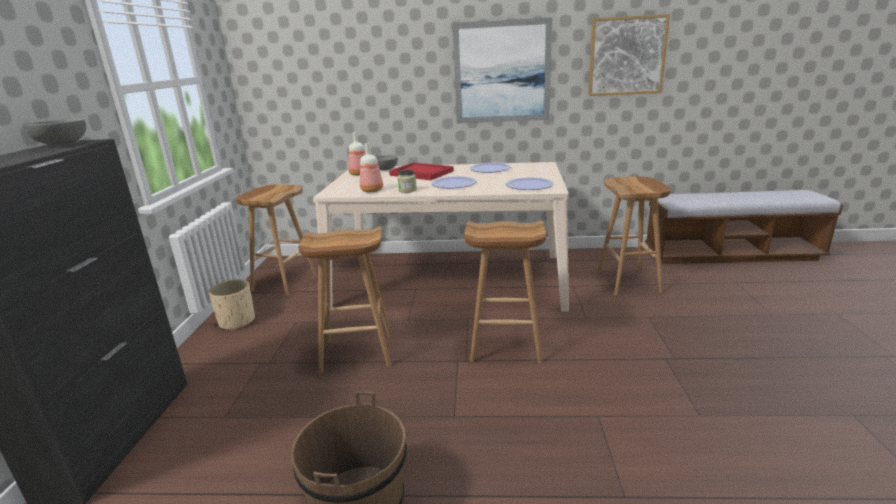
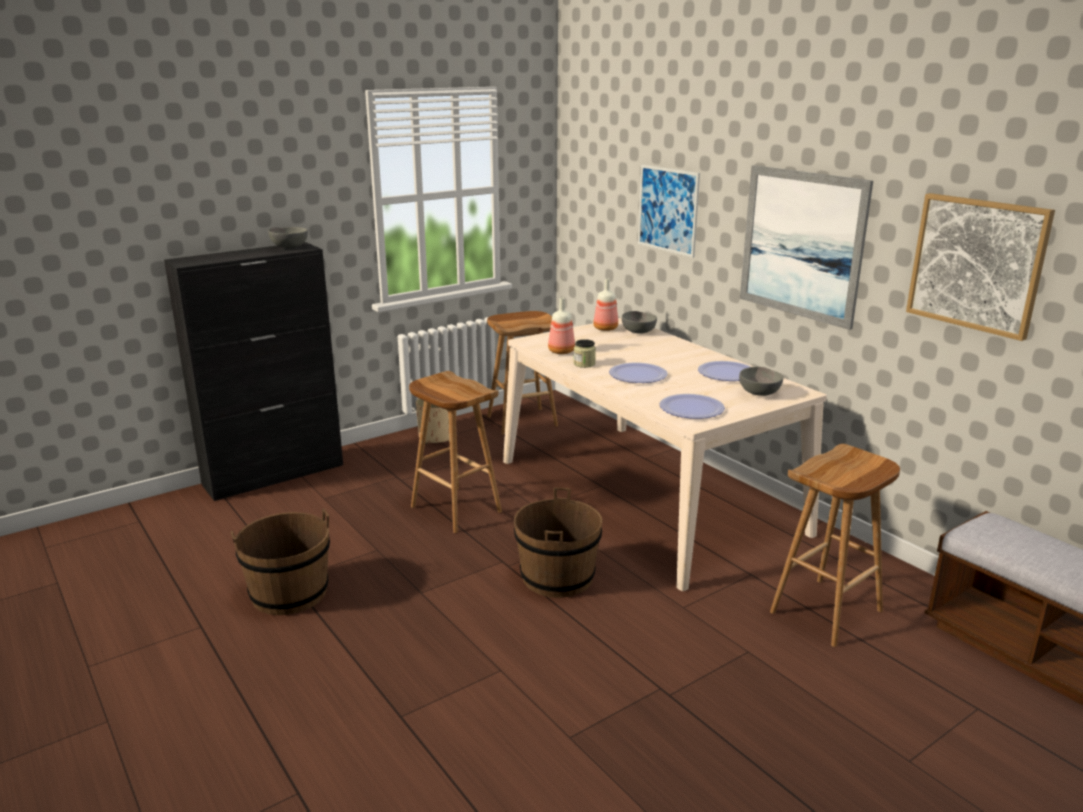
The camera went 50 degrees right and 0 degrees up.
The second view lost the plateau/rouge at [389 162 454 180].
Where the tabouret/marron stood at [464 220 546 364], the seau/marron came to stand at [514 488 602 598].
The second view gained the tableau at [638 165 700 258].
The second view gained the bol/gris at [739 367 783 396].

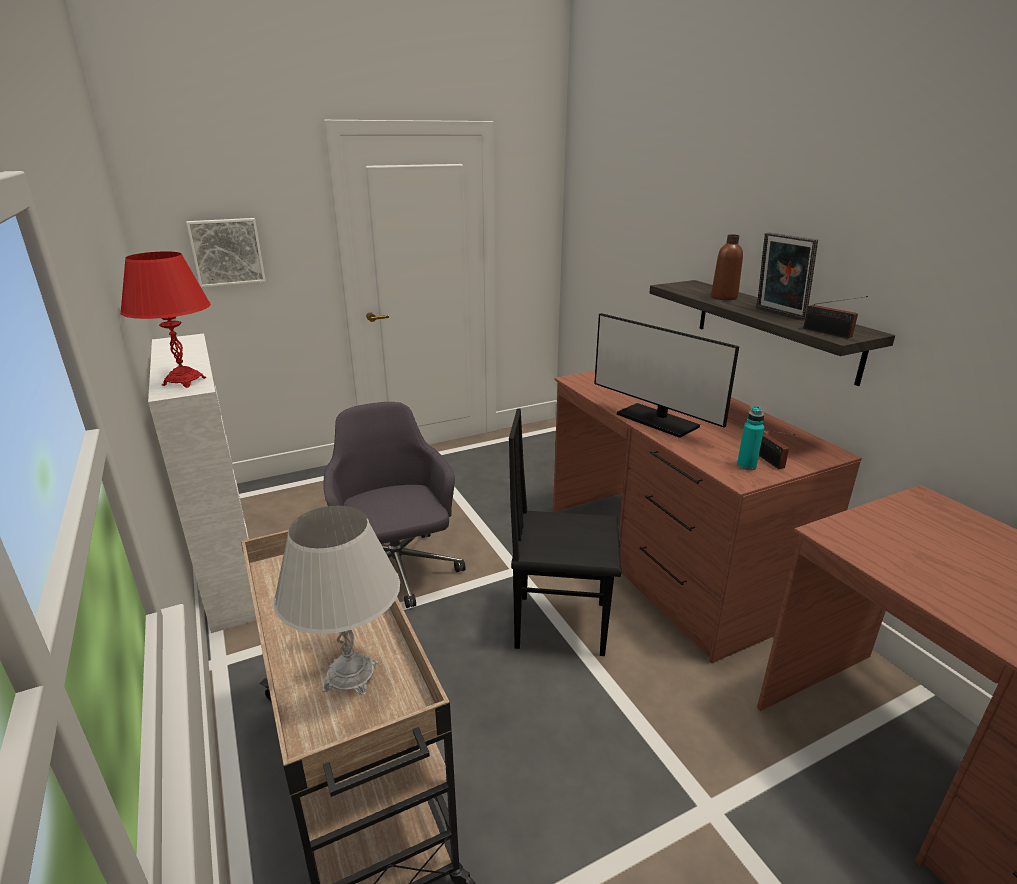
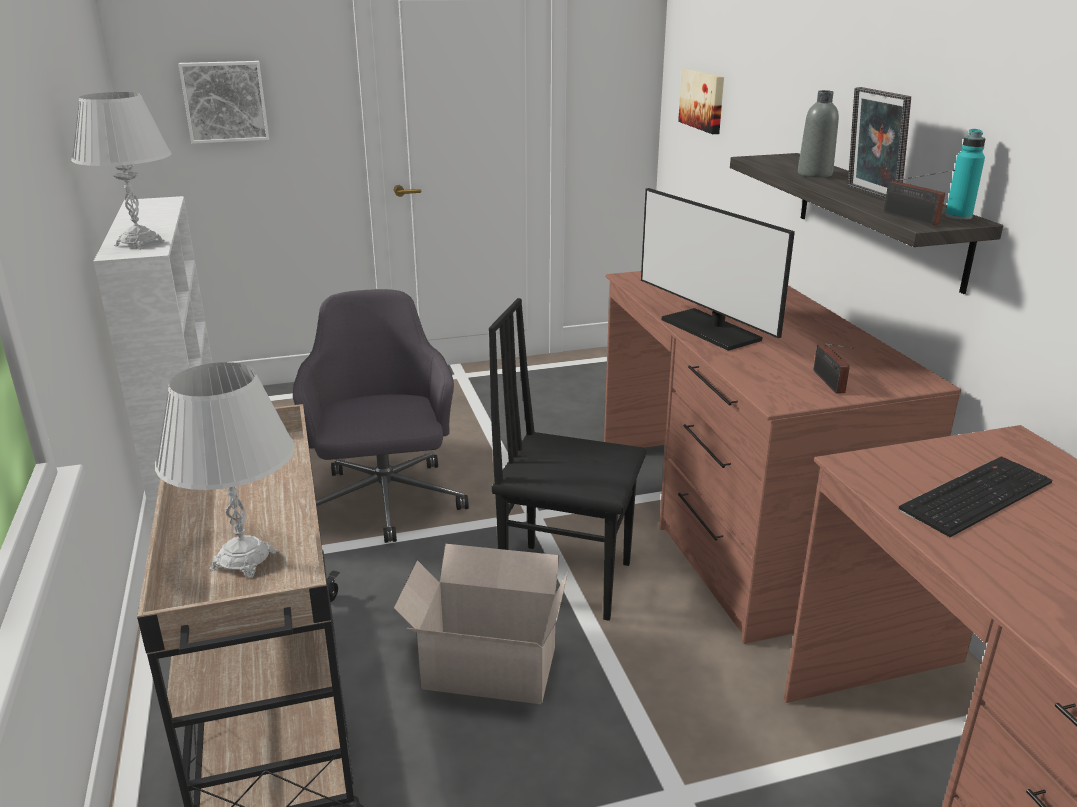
The camera went 10 degrees right and 0 degrees up.
What was the lampe de table/rouge at [120 251 211 388] turned into the lampe de table/blanc at [71 92 172 250].
What was the bouteille/marron at [711 234 743 300] turned into the bouteille/gris at [798 90 839 178].
The bouteille/turquoise ended up elsewhere, having gone from [737 406 764 470] to [945 129 985 220].
The second view gained the carton at [394 544 568 704].
The second view gained the tableau at [678 68 724 134].
The second view gained the clavier at [898 456 1052 537].

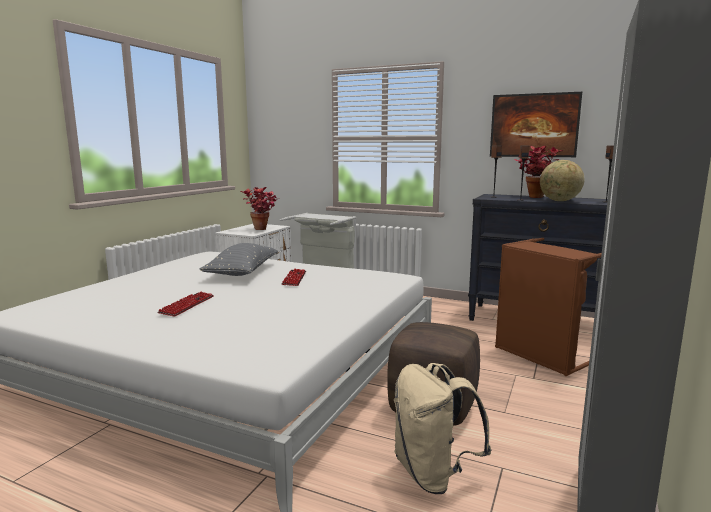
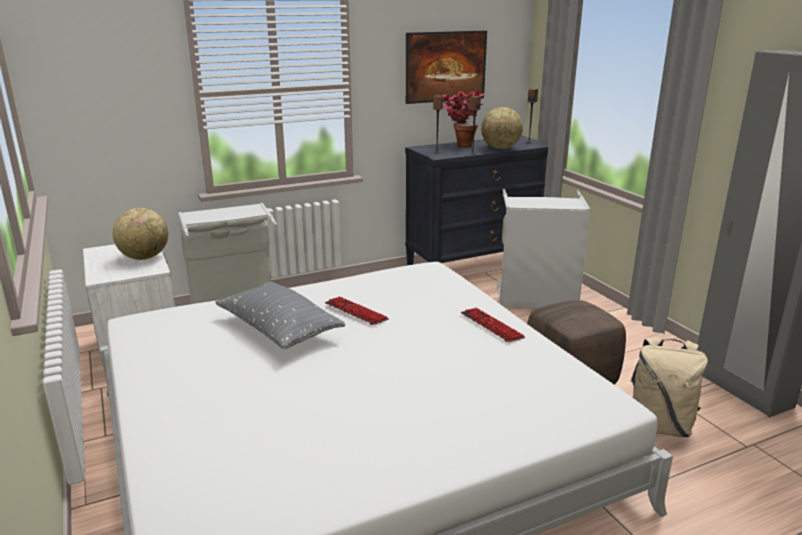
The camera went 50 degrees left and 10 degrees up.
The clavier ended up elsewhere, having gone from [157 292 214 317] to [461 308 525 342].
Where the plante en pot stood at [240 187 277 230], the globe came to stand at [113 208 168 260].
What was the panier à linge/marron at [495 238 602 376] turned into the panier à linge/gris at [497 189 591 308].

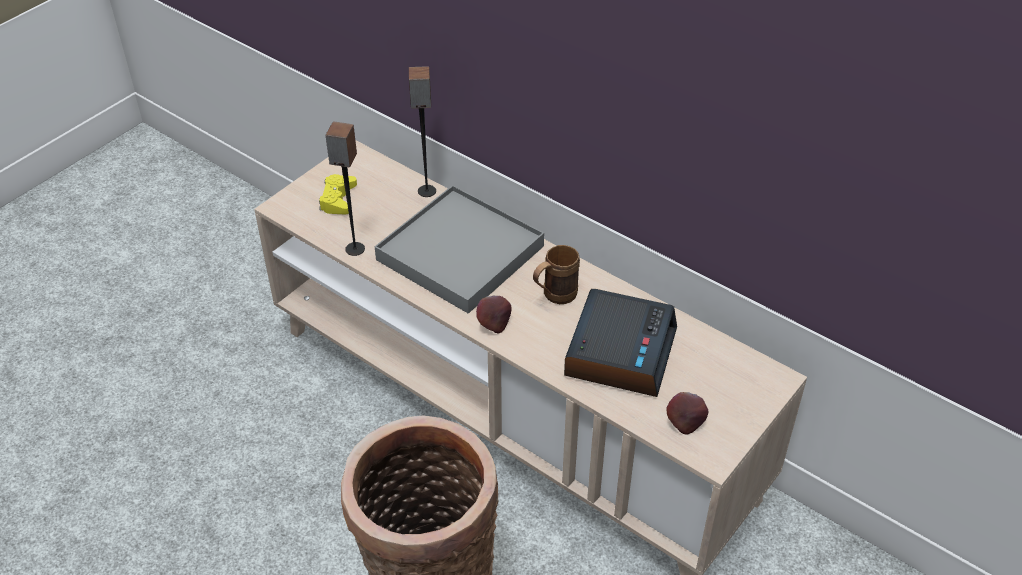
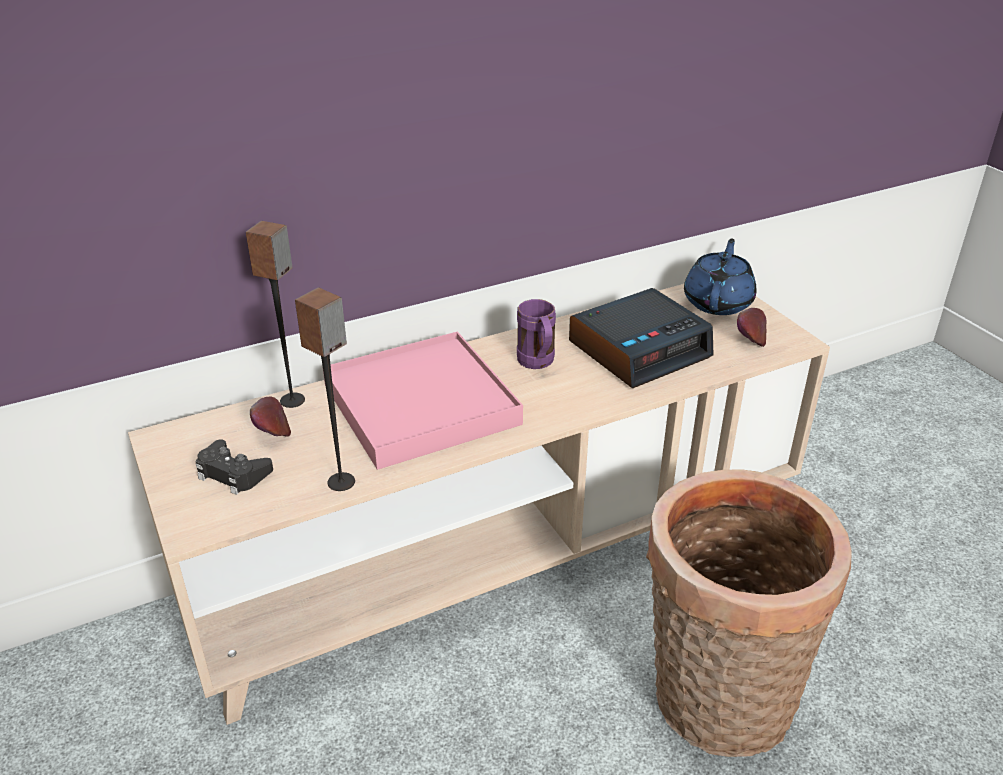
The camera went 65 degrees left and 10 degrees down.
What was the manette/jaune at [319 174 357 214] turned into the manette/noir at [195 439 273 495].
What was the plateau/gris at [375 185 544 314] turned into the plateau/rose at [323 331 523 470].
The pomme ended up elsewhere, having gone from [476 296 512 333] to [250 397 291 436].
What was the mug/marron at [533 245 580 304] turned into the mug/violet at [517 299 556 369].
The réveil at [564 289 677 397] ended up facing another way, 105 degrees clockwise from before.
The second view gained the théière/bleu at [684 239 757 315].

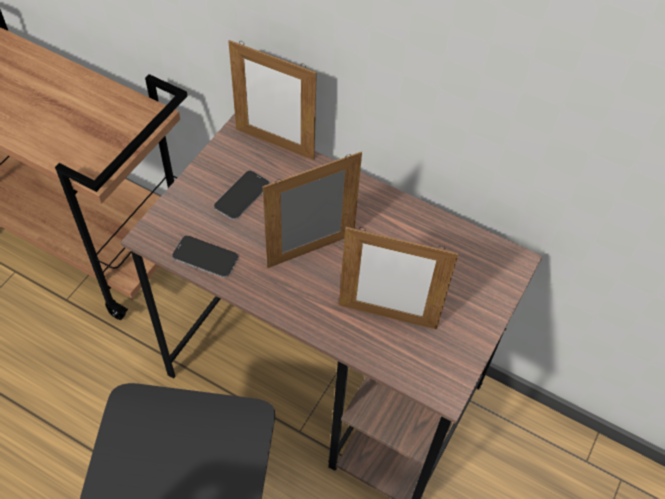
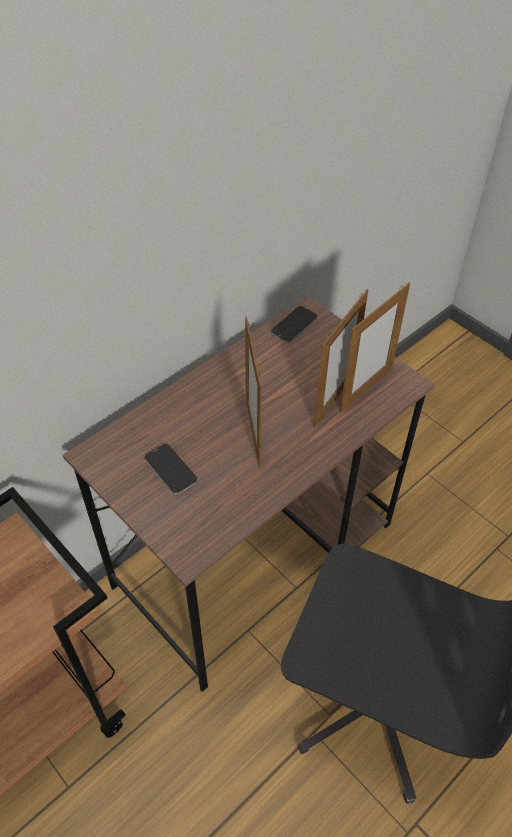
The camera went 70 degrees left and 5 degrees down.
The téléphone ended up elsewhere, having gone from [172 236 239 278] to [271 306 318 343].
The cadre photo ended up elsewhere, having gone from [228 40 317 160] to [340 283 410 412].

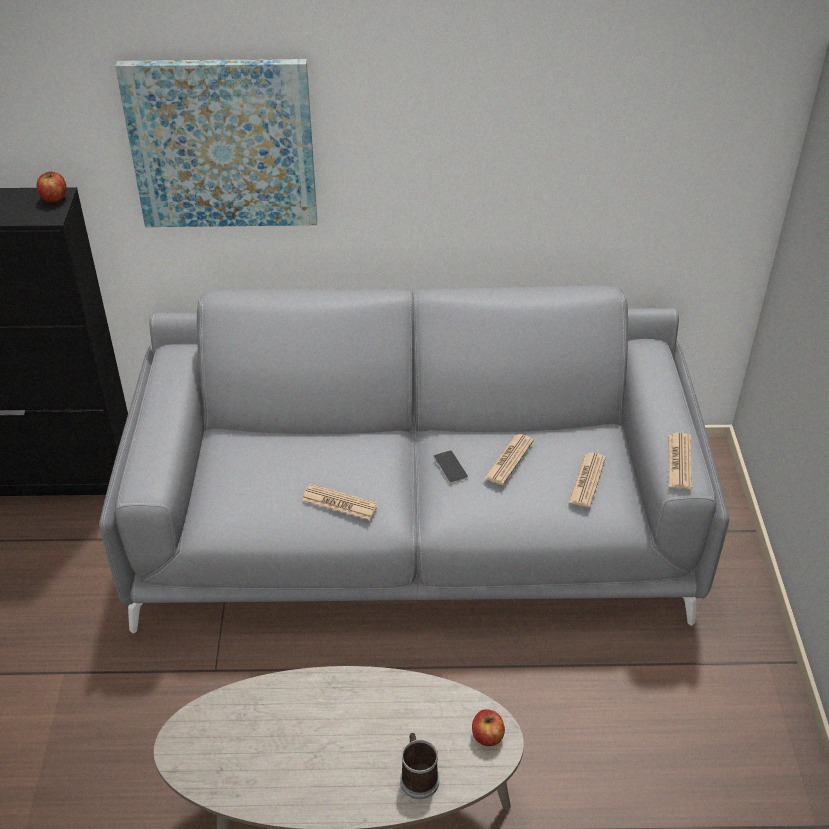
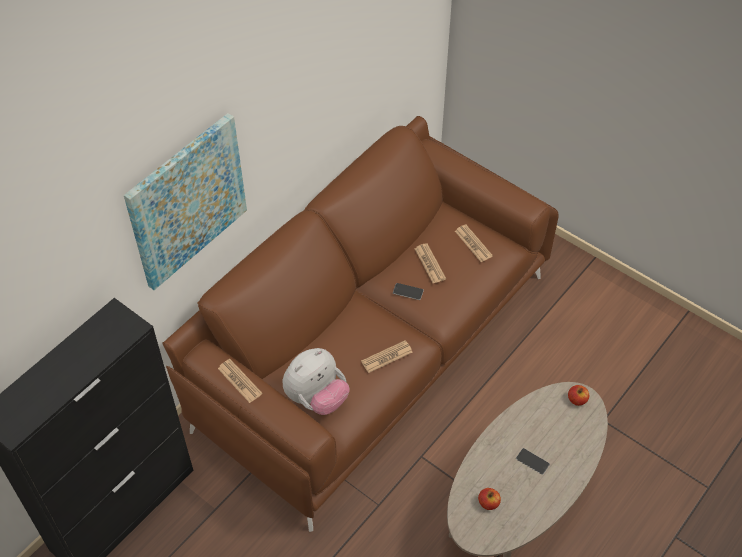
The camera went 50 degrees left and 10 degrees up.
The pomme ended up elsewhere, having gone from [37 172 67 203] to [478 488 501 510].
What was the canapé/gris at [99 285 729 634] turned into the canapé/marron at [162 116 559 532].
The second view lost the mug at [400 733 439 799].
The journal ended up elsewhere, having gone from [668 433 692 490] to [218 359 263 403].
The second view gained the peluche at [283 348 350 415].
The second view gained the téléphone at [516 448 550 475].

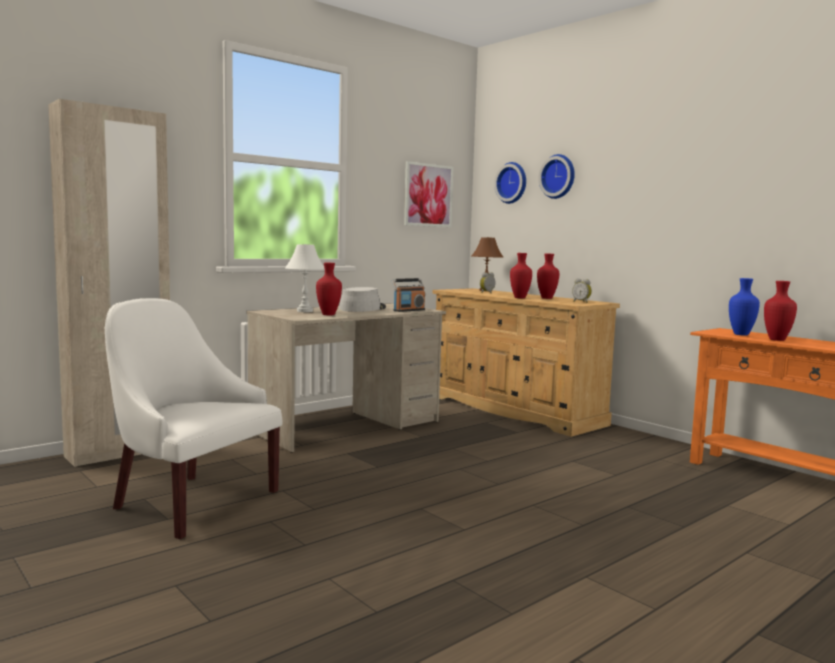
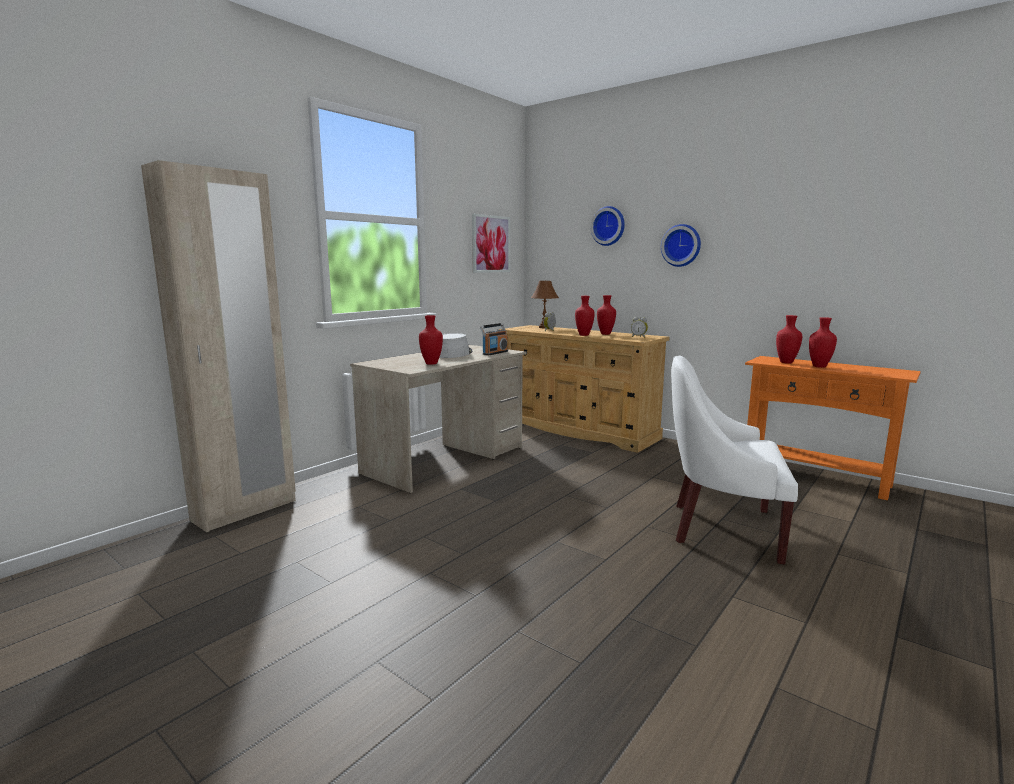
The camera went 10 degrees left and 5 degrees up.
The fauteuil/blanc ended up elsewhere, having gone from [105 298 282 539] to [671 355 798 564].
The second view lost the lampe de table/blanc at [285 244 325 312].
The horloge murale ended up elsewhere, having gone from [494 162 526 204] to [661 224 701 267].
What was the vase/bleu at [729 278 760 336] turned into the vase/rouge at [776 315 802 364].

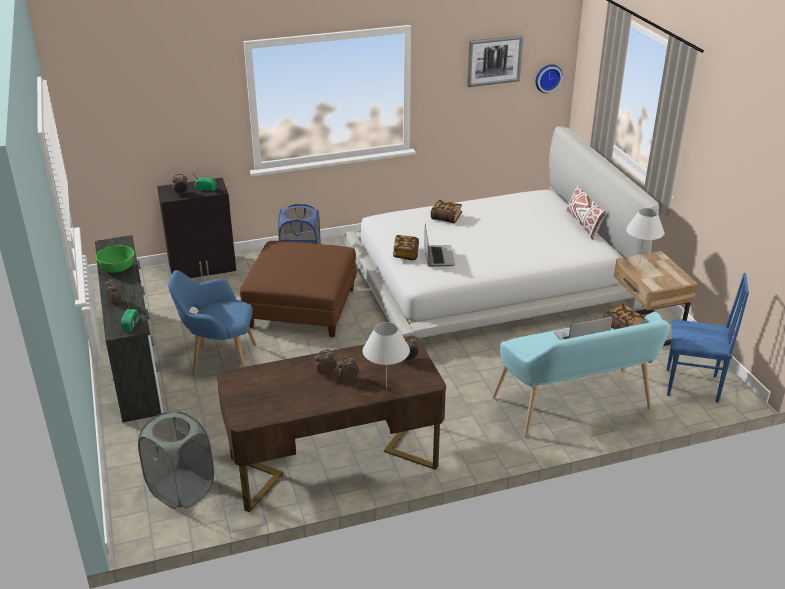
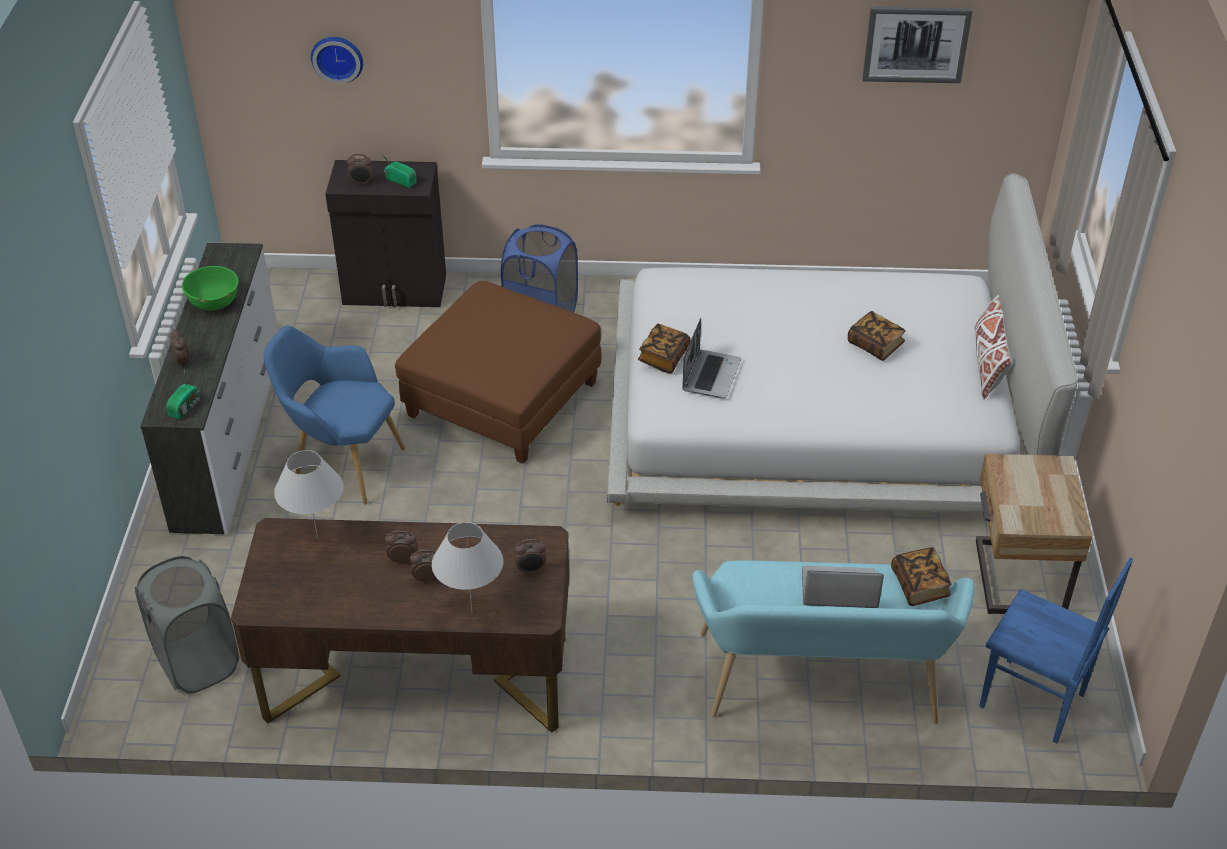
The camera went 20 degrees right and 10 degrees up.
The livre ended up elsewhere, having gone from [431 200 462 223] to [848 311 906 361].
The horloge murale ended up elsewhere, having gone from [535 64 563 93] to [311 37 363 84].
The lampe de table/blanc ended up elsewhere, having gone from [626 208 665 265] to [274 450 343 539].

